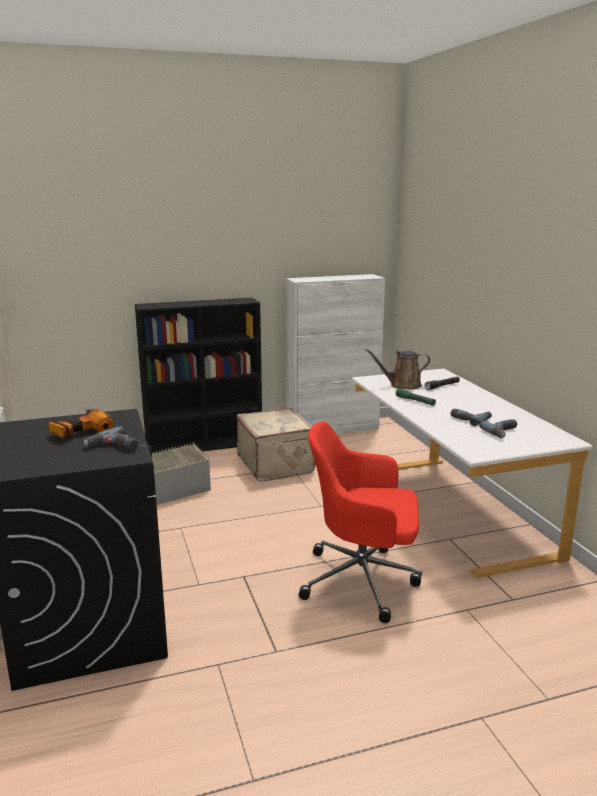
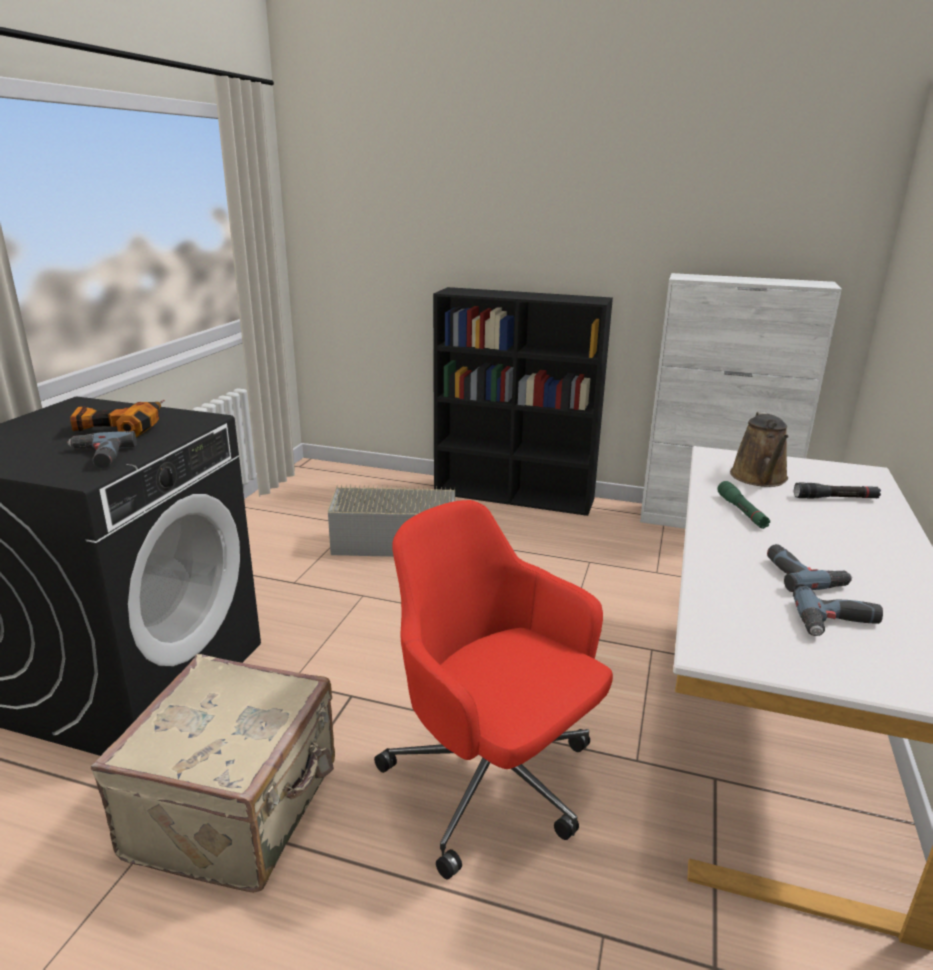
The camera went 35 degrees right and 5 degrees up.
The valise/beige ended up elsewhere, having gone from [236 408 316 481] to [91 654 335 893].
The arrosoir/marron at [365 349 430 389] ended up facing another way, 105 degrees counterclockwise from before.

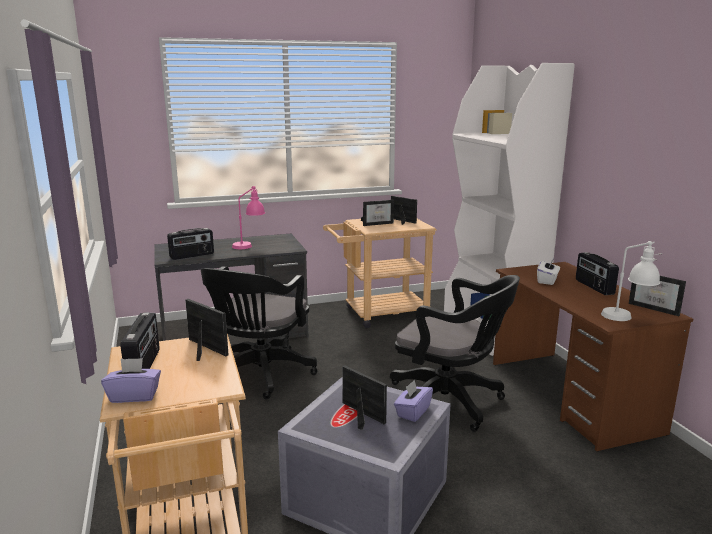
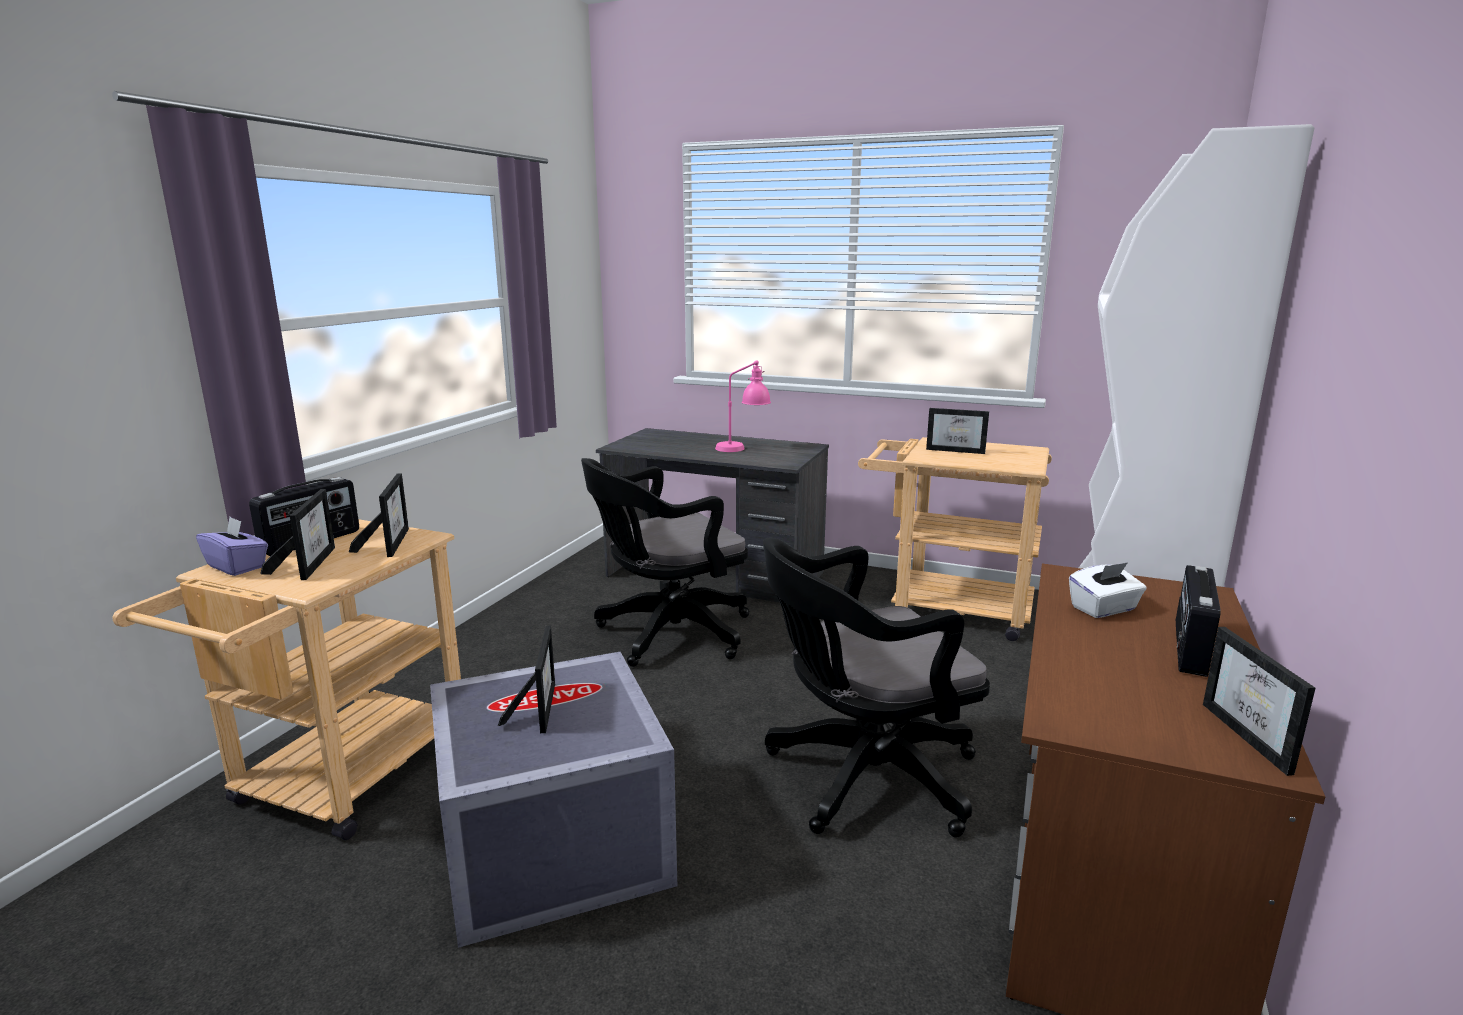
The camera went 40 degrees right and 0 degrees up.
The second view lost the radio at [167 228 214 260].
The chaise de bureau/noir at [390 275 520 432] ended up facing another way, 90 degrees clockwise from before.
The cadre photo ended up elsewhere, having gone from [391 196 417 225] to [260 489 335 580].
The second view lost the boîte à mouchoirs/violet at [394 380 433 422].
The second view lost the lampe de table/blanc at [601 241 662 321].

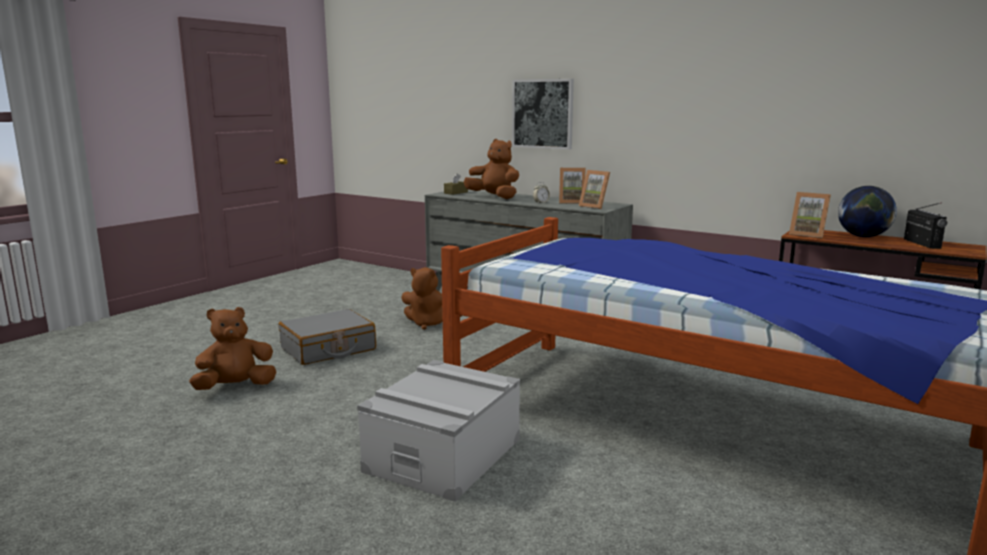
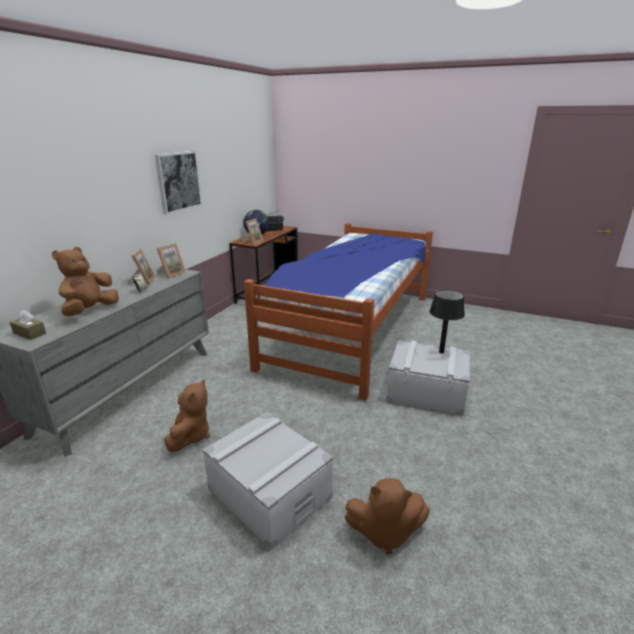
The camera went 100 degrees left and 10 degrees up.
The peluche/marron at [189 307 276 390] ended up facing another way, 45 degrees counterclockwise from before.
Where the valise/gris stood at [279 309 376 365], the boîte de rangement/gris came to stand at [202 412 333 550].
The tableau ended up elsewhere, having gone from [512 79 574 150] to [155 151 202 215].
The second view gained the lampe de table/noir at [429 290 465 354].

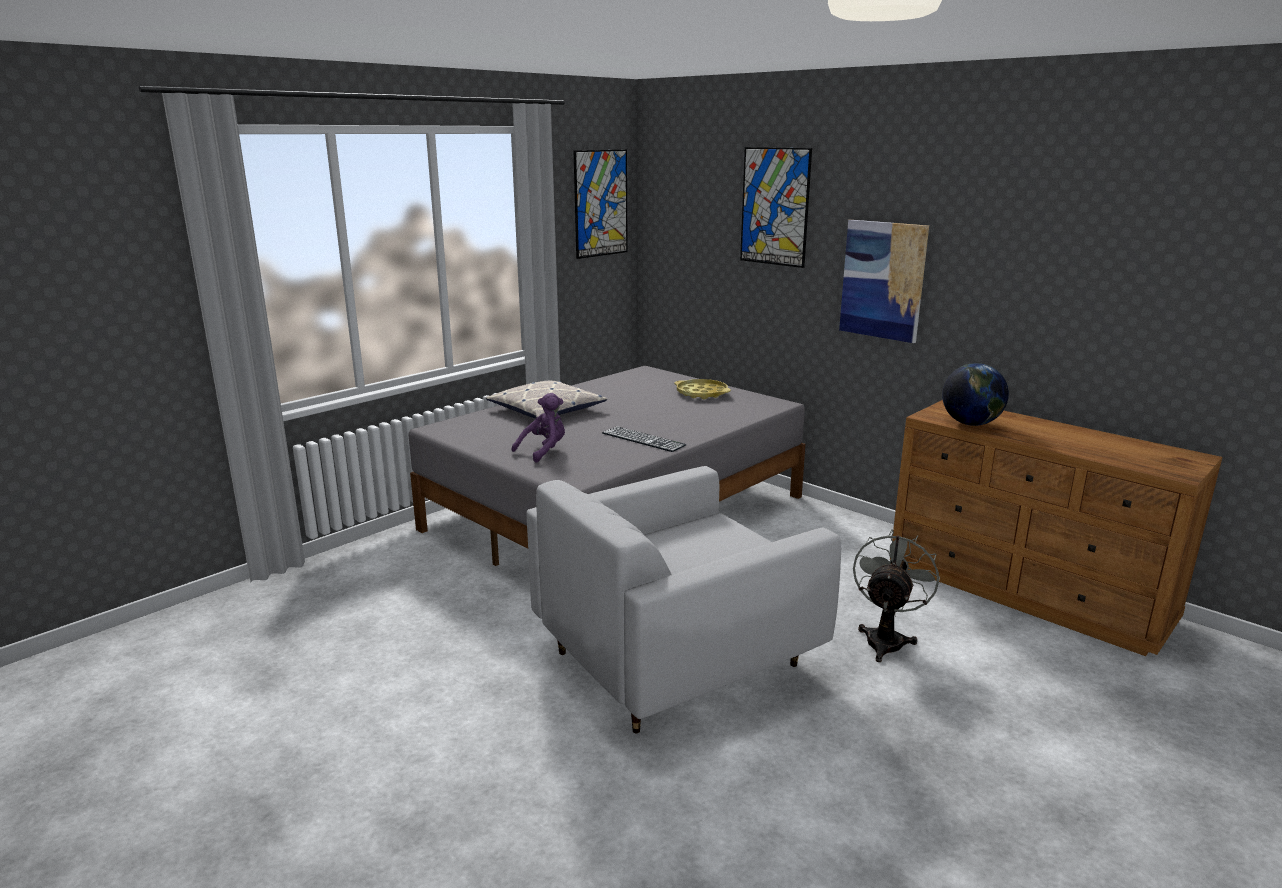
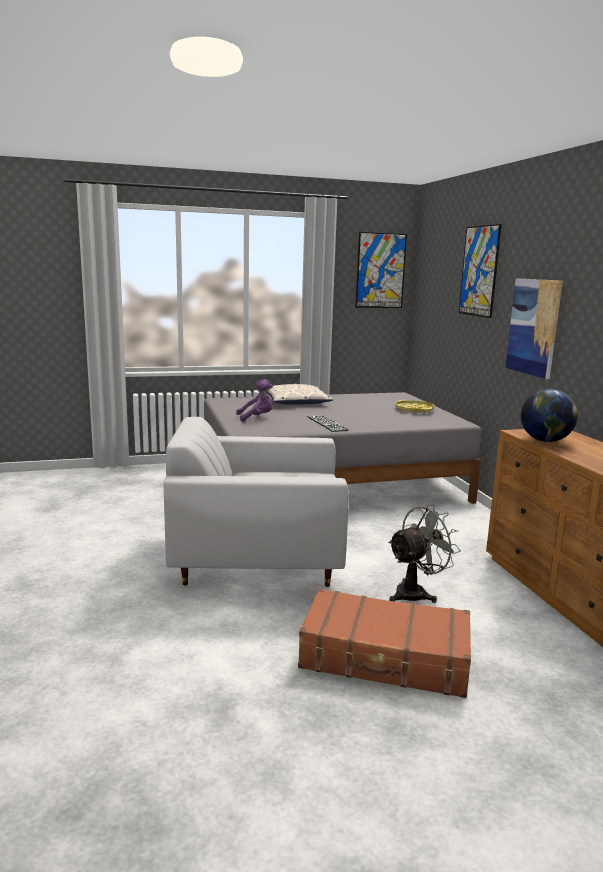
The camera went 30 degrees right and 5 degrees down.
The second view gained the valise/marron at [298 588 471 698].

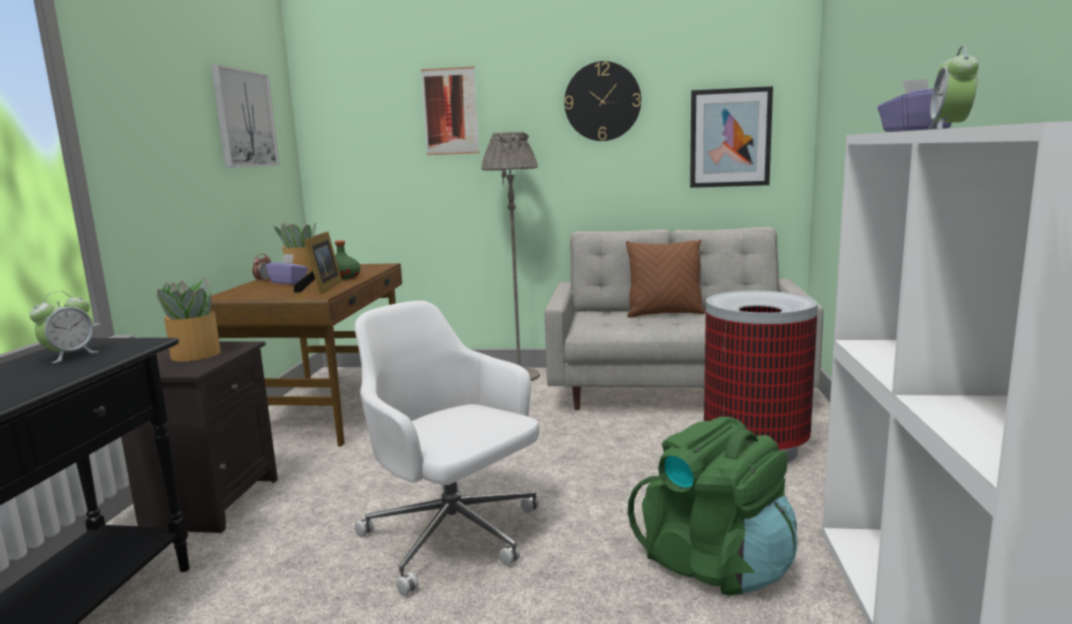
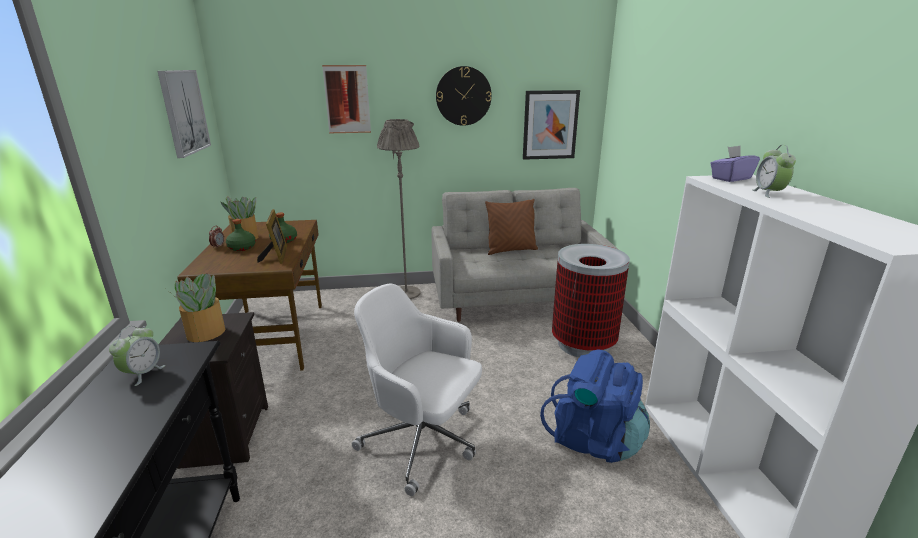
The camera went 15 degrees left and 10 degrees up.
Where the boîte à mouchoirs/violet stood at [266 254 308 284], the bouteille/vert came to stand at [226 219 256 251].
What was the sac à dos/vert at [628 417 797 596] turned into the sac à dos/bleu at [540 350 650 463].

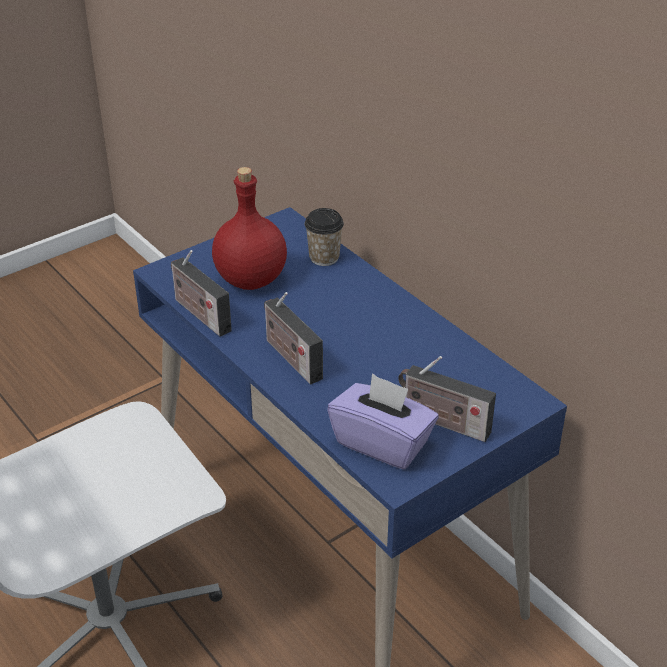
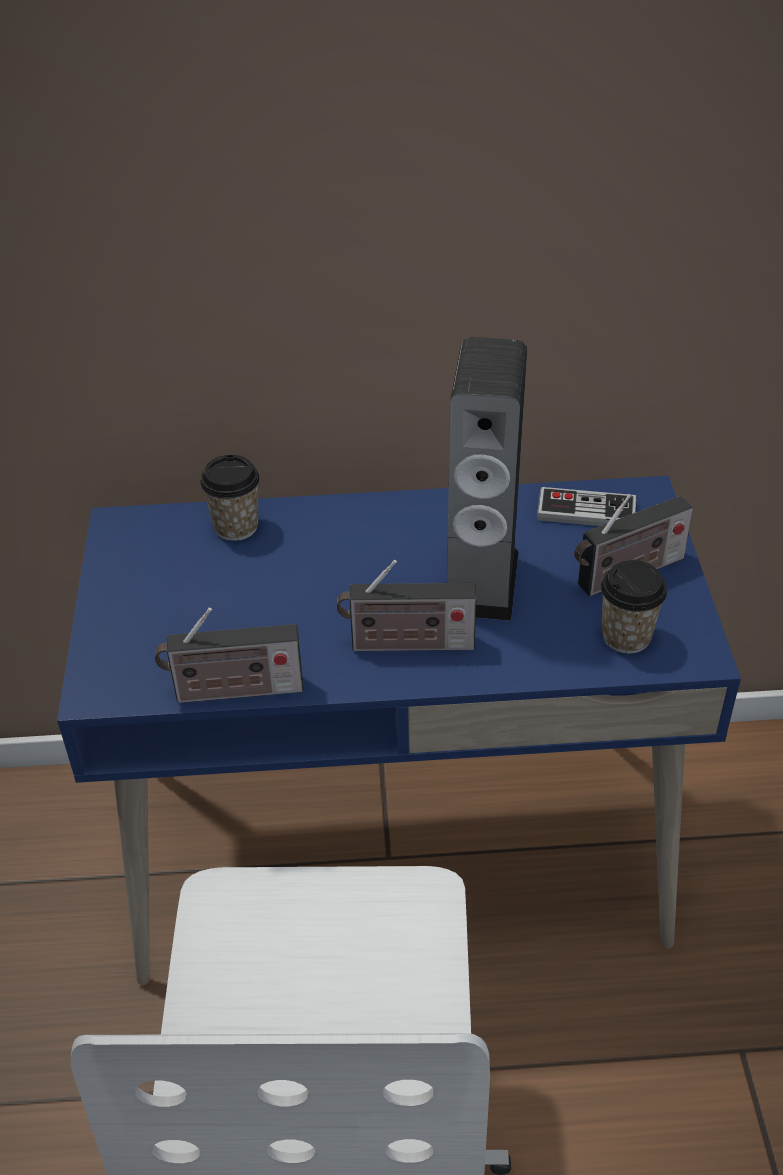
The camera went 55 degrees left and 5 degrees up.
The second view lost the bouteille/rouge at [212 167 287 290].
Where the boîte à mouchoirs/violet stood at [327 373 439 469], the tasse came to stand at [601 560 667 654].
The second view gained the enceinte at [447 337 527 621].
The second view gained the manette at [537 487 636 526].

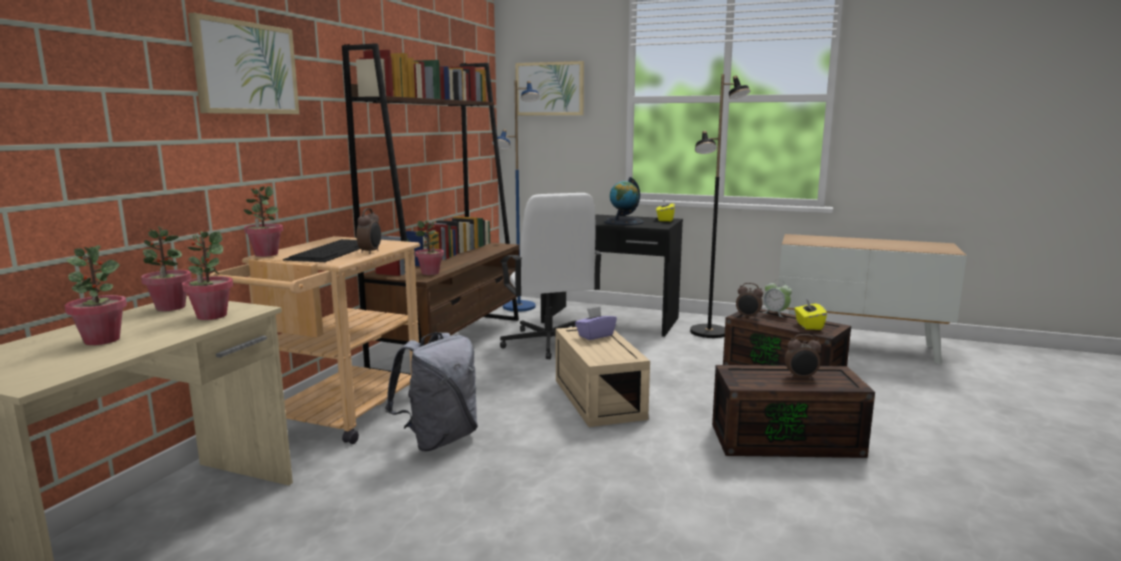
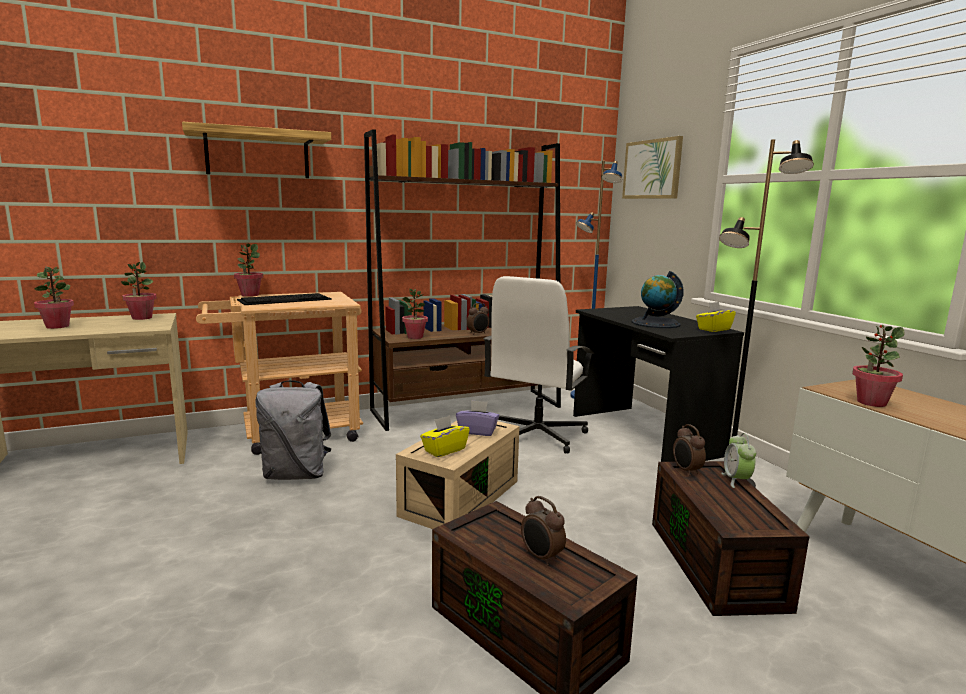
The camera went 45 degrees right and 0 degrees up.
The plante en pot ended up elsewhere, having gone from [182 231 233 320] to [852 325 905 407].
Where the tableau hung at [188 13 299 114], the étagère came to hang at [182 122 331 178].
The réveil ended up elsewhere, having gone from [356 208 381 254] to [467 303 489 335].
The boîte à mouchoirs/jaune ended up elsewhere, having gone from [794 299 827 330] to [420 415 470 457].

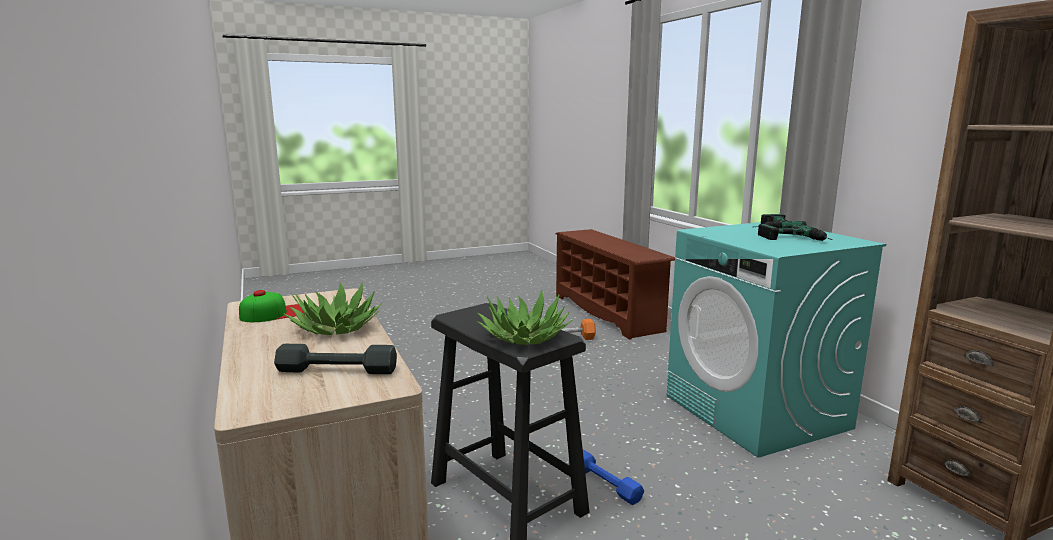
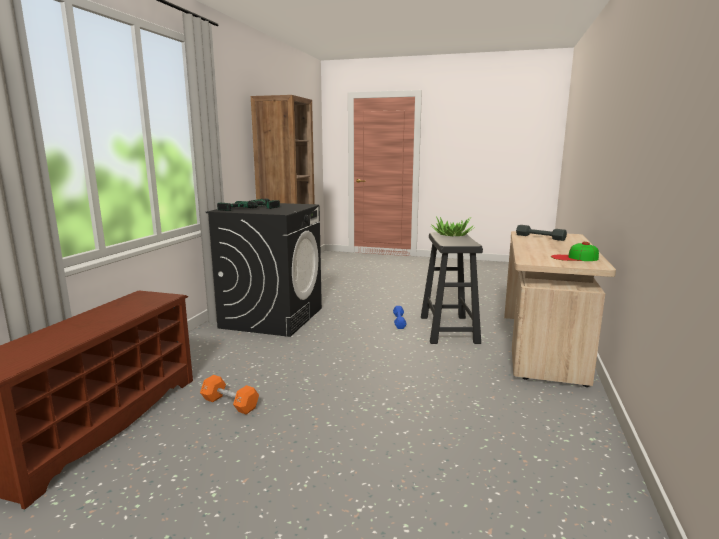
The camera went 140 degrees left and 0 degrees up.
The second view lost the plante en pot at [283 282 382 335].
What was the lave-linge/turquoise at [666 222 886 458] turned into the lave-linge/noir at [206 203 322 337].

